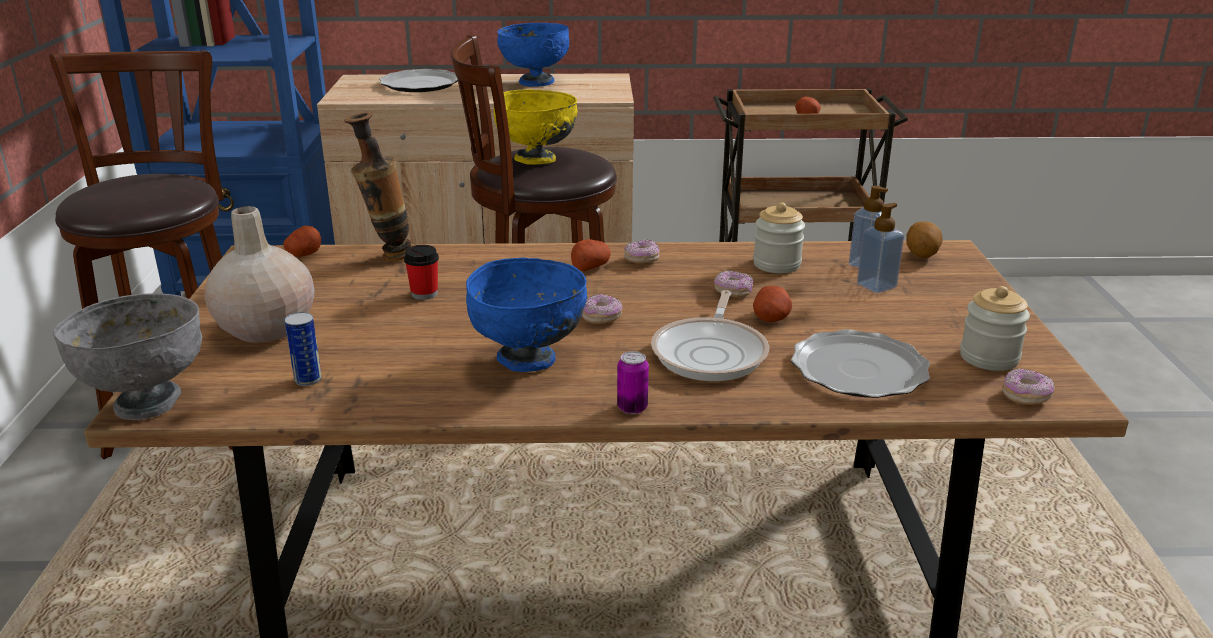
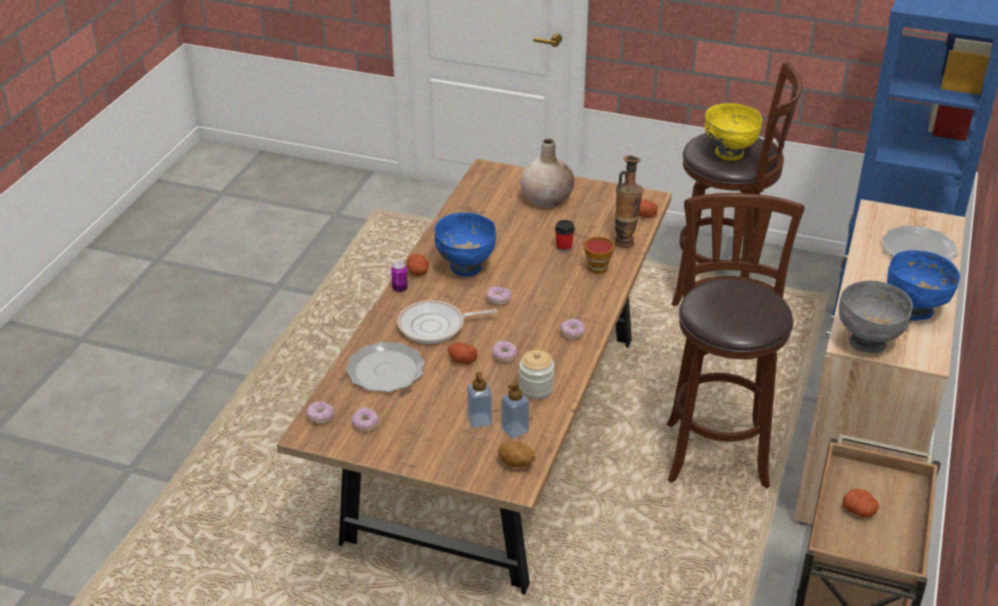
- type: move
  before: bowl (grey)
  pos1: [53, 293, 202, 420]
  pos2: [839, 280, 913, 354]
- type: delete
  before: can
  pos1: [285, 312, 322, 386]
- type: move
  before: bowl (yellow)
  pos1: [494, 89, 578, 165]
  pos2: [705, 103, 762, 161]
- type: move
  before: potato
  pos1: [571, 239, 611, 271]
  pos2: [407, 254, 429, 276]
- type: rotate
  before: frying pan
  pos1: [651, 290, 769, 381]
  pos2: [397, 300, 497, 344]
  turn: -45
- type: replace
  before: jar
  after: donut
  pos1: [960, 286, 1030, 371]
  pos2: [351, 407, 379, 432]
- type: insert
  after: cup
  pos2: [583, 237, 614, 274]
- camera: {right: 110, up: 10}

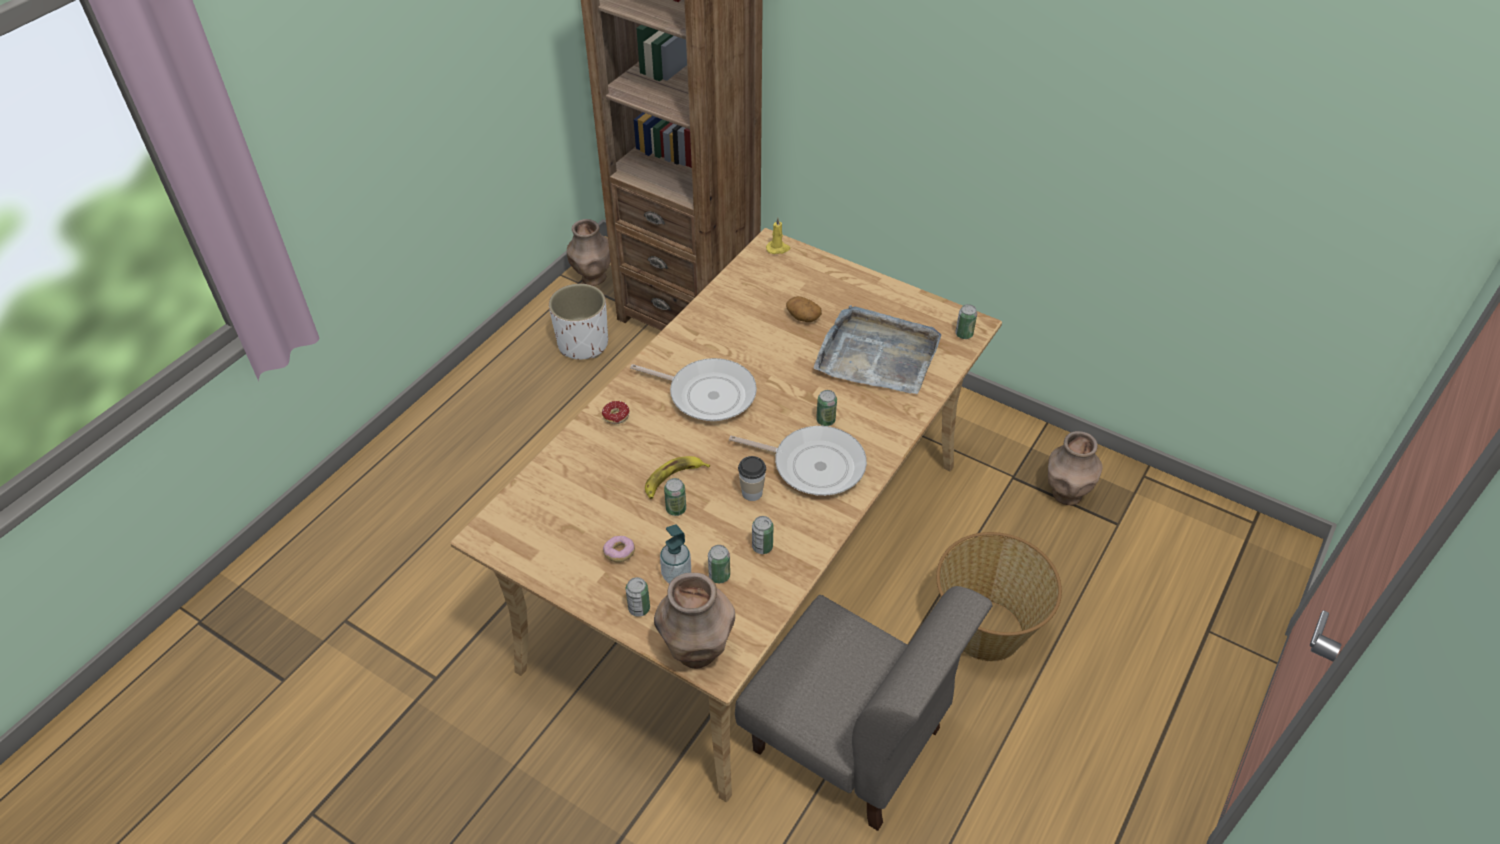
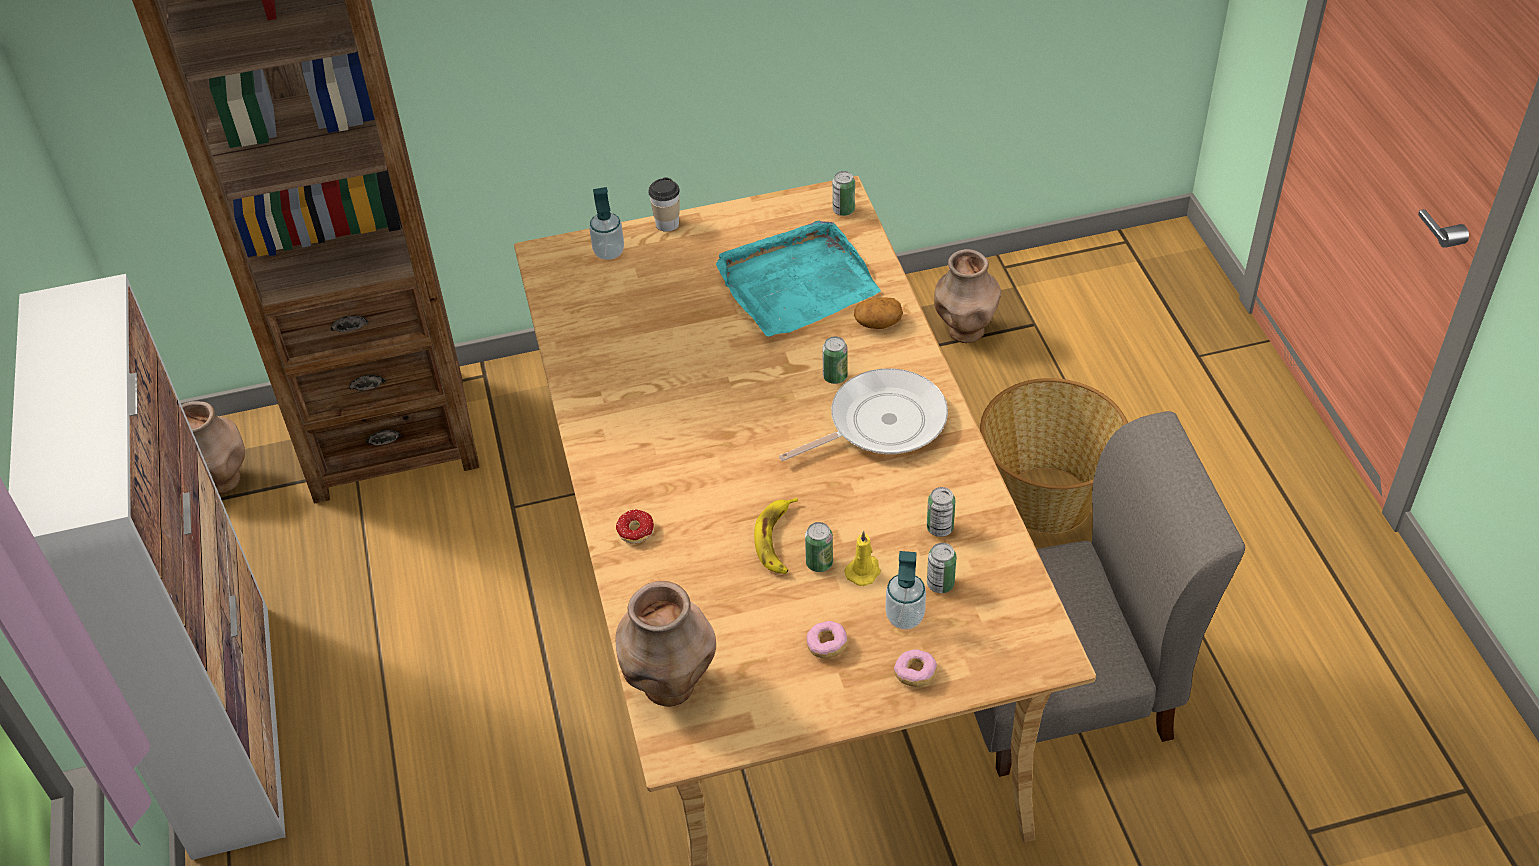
- type: delete
  before: planter (white)
  pos1: [549, 284, 608, 360]
- type: replace
  before: can
  after: donut
  pos1: [626, 577, 650, 617]
  pos2: [894, 650, 937, 687]
- type: delete
  before: frying pan
  pos1: [630, 358, 757, 421]
- type: move
  before: vase (brown)
  pos1: [654, 573, 735, 669]
  pos2: [616, 581, 716, 707]
- type: move
  before: cup
  pos1: [738, 456, 766, 501]
  pos2: [648, 177, 680, 232]
- type: move
  before: candle (yellow)
  pos1: [766, 218, 790, 254]
  pos2: [845, 531, 881, 586]
- type: move
  before: potato
  pos1: [786, 296, 822, 322]
  pos2: [854, 298, 903, 329]
- type: recolor
  before: tray (grey)
  after: tray (turquoise)
  pos1: [814, 305, 941, 394]
  pos2: [716, 221, 881, 337]
- type: insert
  after: cabinet
  pos2: [9, 274, 286, 860]
- type: insert
  after: soap dispenser
  pos2: [589, 187, 624, 260]
- camera: {right: -45, up: 0}

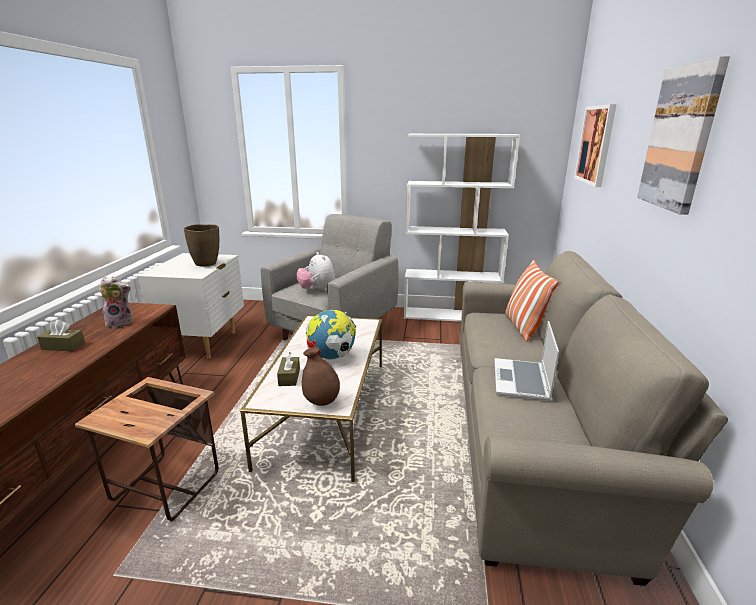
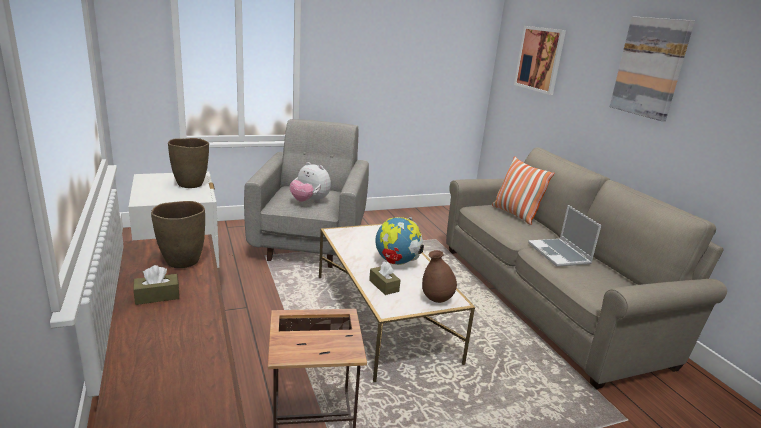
- type: replace
  before: plush toy
  after: vase (brown)
  pos1: [99, 277, 133, 328]
  pos2: [151, 201, 205, 268]
- type: delete
  before: bookcase (white)
  pos1: [404, 134, 520, 322]
- camera: {right: -30, up: 0}

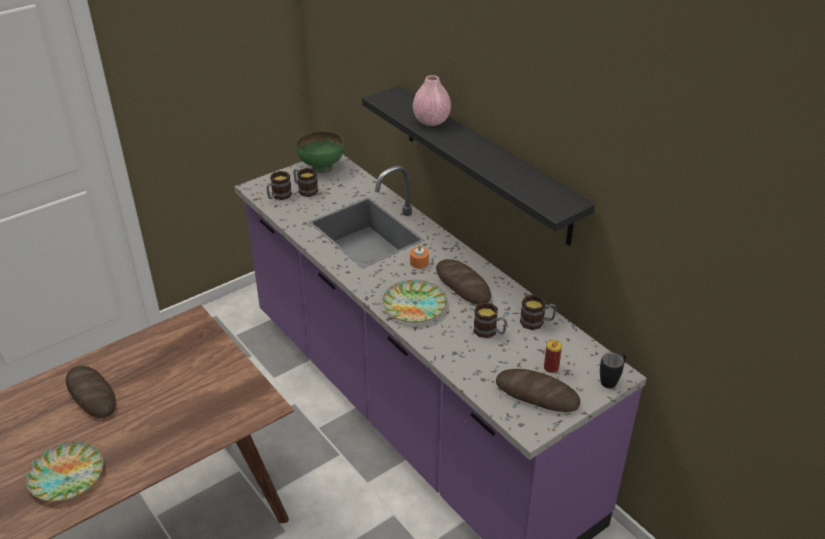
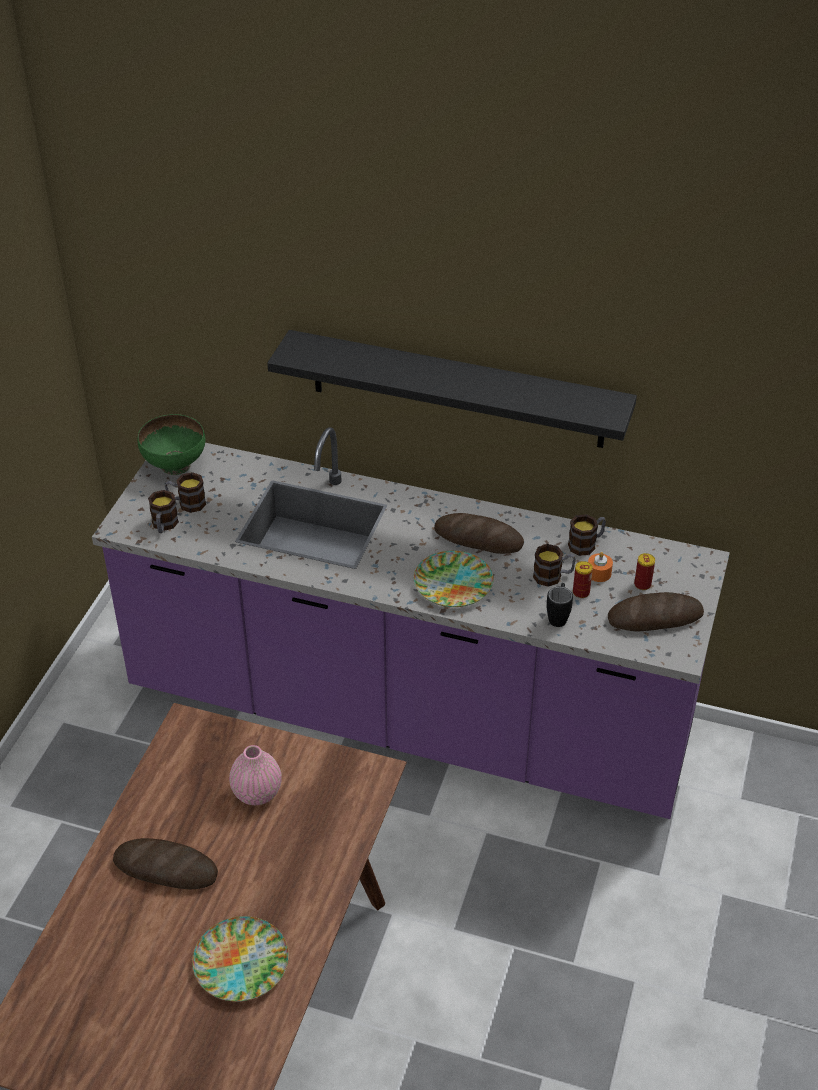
- type: move
  before: candle (orange)
  pos1: [410, 244, 429, 269]
  pos2: [588, 552, 613, 582]
- type: move
  before: vase (pink)
  pos1: [413, 75, 451, 126]
  pos2: [229, 745, 282, 805]
- type: move
  before: mug (black)
  pos1: [600, 353, 626, 389]
  pos2: [546, 583, 573, 627]
- type: insert
  after: can
  pos2: [573, 561, 593, 598]
- camera: {right: -35, up: 5}

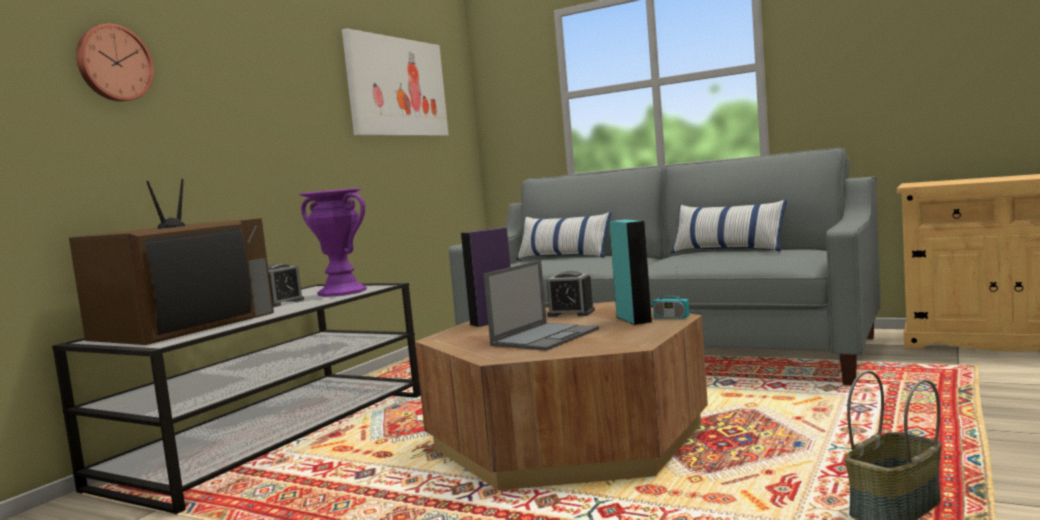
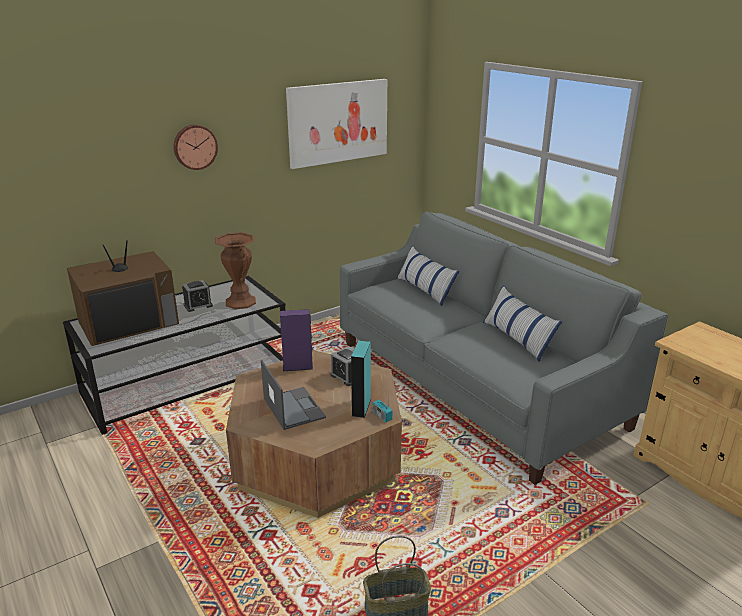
- type: move
  before: wall clock
  pos1: [76, 24, 154, 102]
  pos2: [174, 125, 218, 170]
- type: recolor
  before: vase (purple)
  after: vase (brown)
  pos1: [299, 188, 367, 297]
  pos2: [215, 232, 256, 309]
- type: rotate
  before: laptop
  pos1: [483, 260, 599, 351]
  pos2: [261, 360, 326, 430]
  turn: -90
- camera: {right: 25, up: 20}

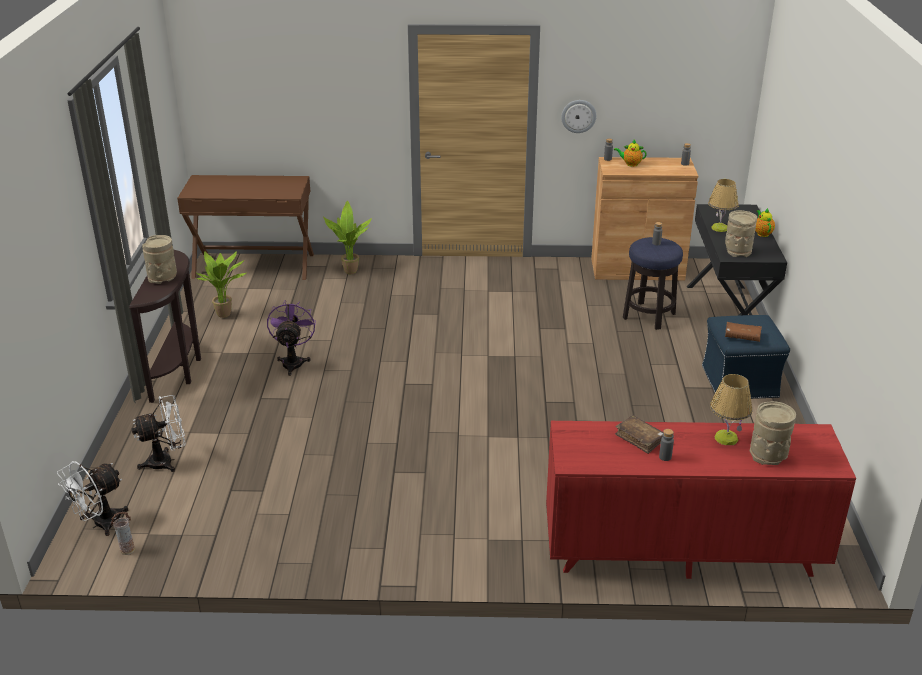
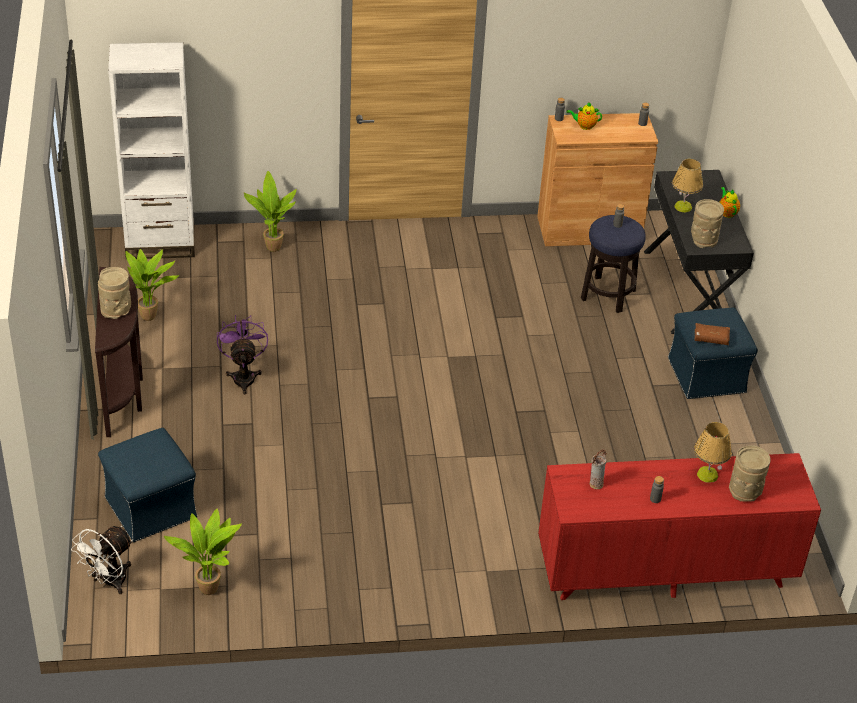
- type: move
  before: vase
  pos1: [111, 512, 135, 555]
  pos2: [590, 449, 607, 489]
- type: replace
  before: fan (white)
  after: ottoman (blue)
  pos1: [131, 395, 186, 472]
  pos2: [98, 428, 197, 542]
- type: replace
  before: desk (brown)
  after: bookcase (white)
  pos1: [177, 175, 314, 280]
  pos2: [108, 42, 195, 260]
- type: delete
  before: wall clock
  pos1: [561, 100, 596, 133]
- type: delete
  before: book (brown)
  pos1: [615, 415, 664, 454]
- type: insert
  after: potted plant
  pos2: [164, 508, 242, 595]
- camera: {right: -10, up: 10}

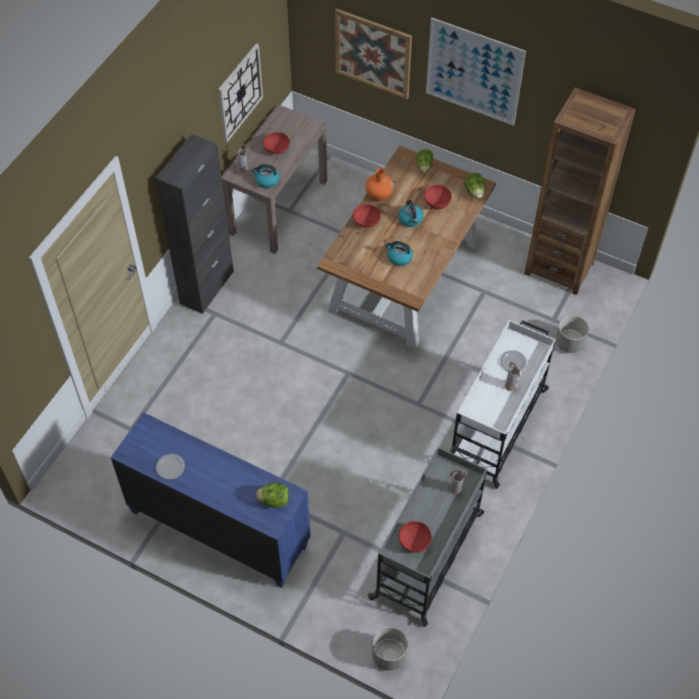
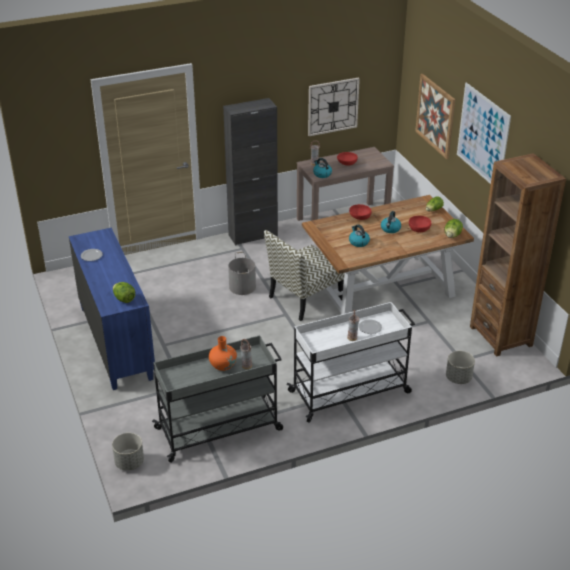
- type: move
  before: vase (orange)
  pos1: [365, 168, 394, 201]
  pos2: [209, 336, 237, 371]
- type: delete
  before: bowl (red)
  pos1: [399, 521, 432, 553]
- type: insert
  after: bucket (grey)
  pos2: [228, 252, 256, 295]
- type: insert
  after: chair
  pos2: [264, 230, 345, 321]
- camera: {right: 40, up: -20}

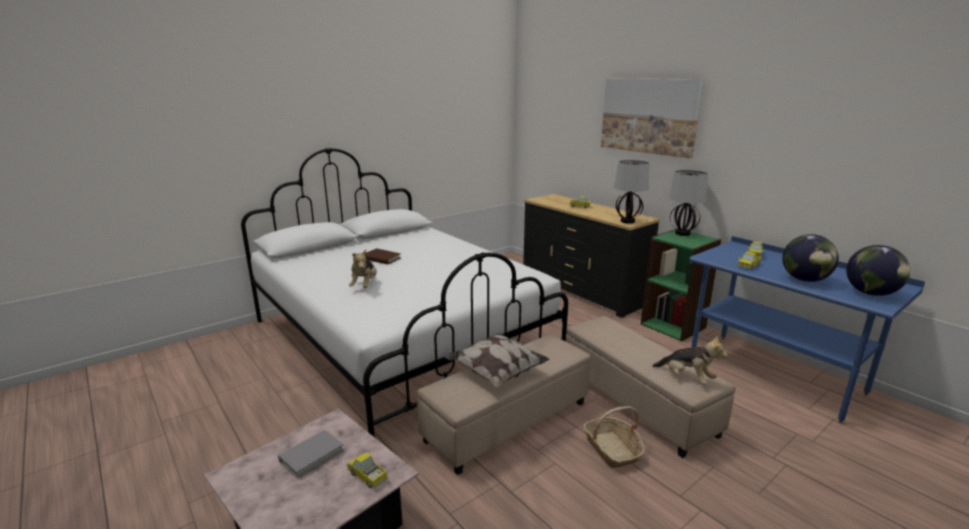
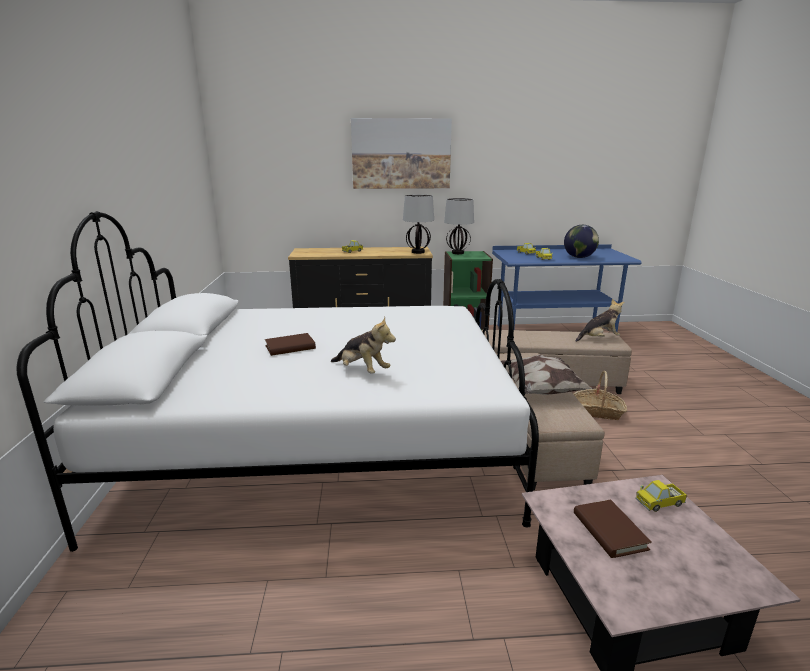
- type: recolor
  before: book (grey)
  after: book (brown)
  pos1: [278, 430, 344, 479]
  pos2: [574, 500, 652, 558]
- type: delete
  before: globe
  pos1: [846, 245, 910, 296]
- camera: {right: -55, up: 0}

